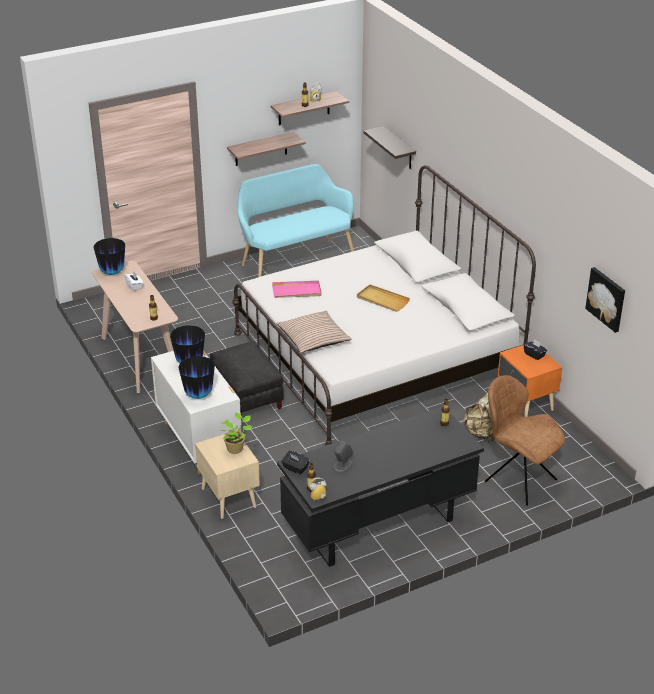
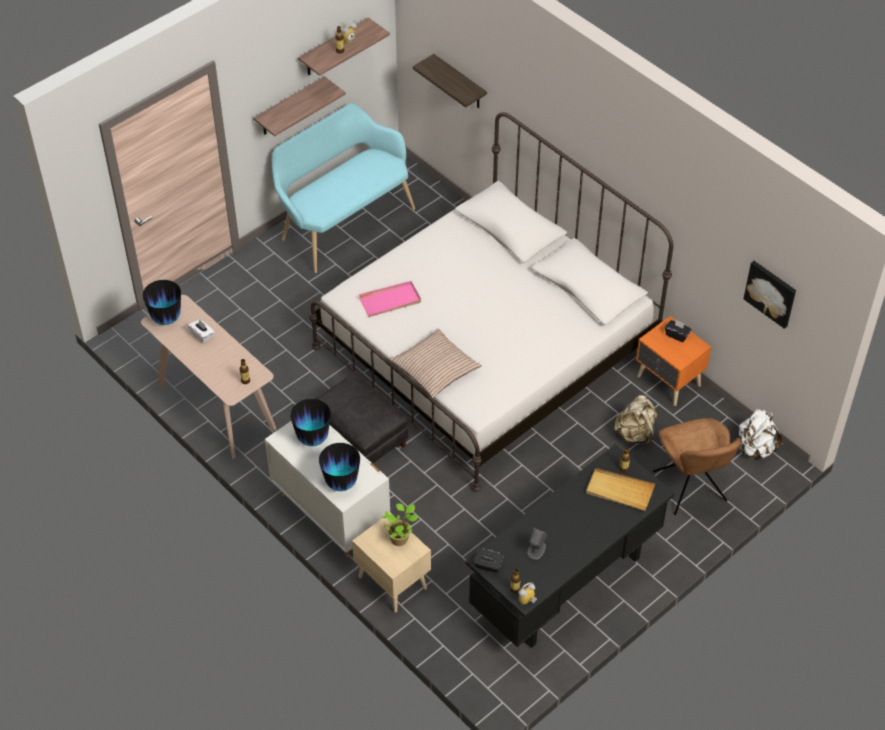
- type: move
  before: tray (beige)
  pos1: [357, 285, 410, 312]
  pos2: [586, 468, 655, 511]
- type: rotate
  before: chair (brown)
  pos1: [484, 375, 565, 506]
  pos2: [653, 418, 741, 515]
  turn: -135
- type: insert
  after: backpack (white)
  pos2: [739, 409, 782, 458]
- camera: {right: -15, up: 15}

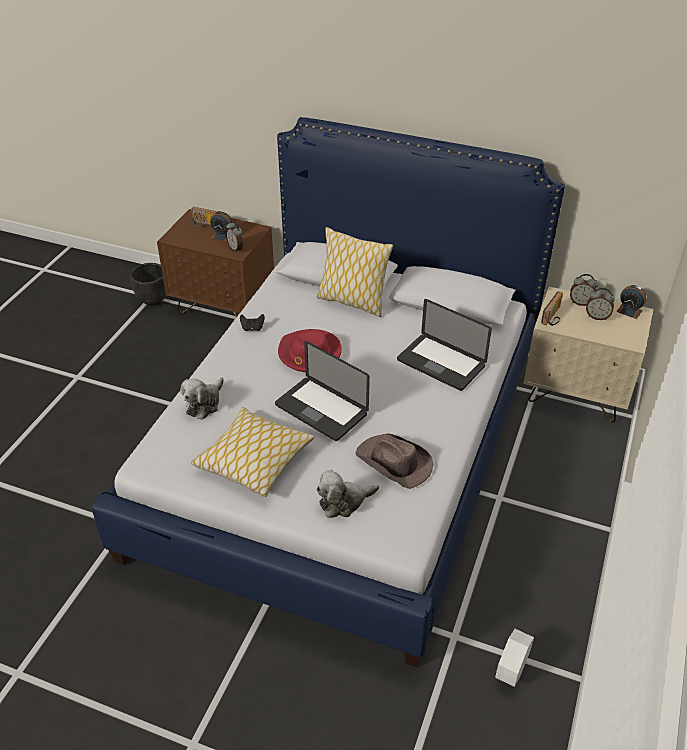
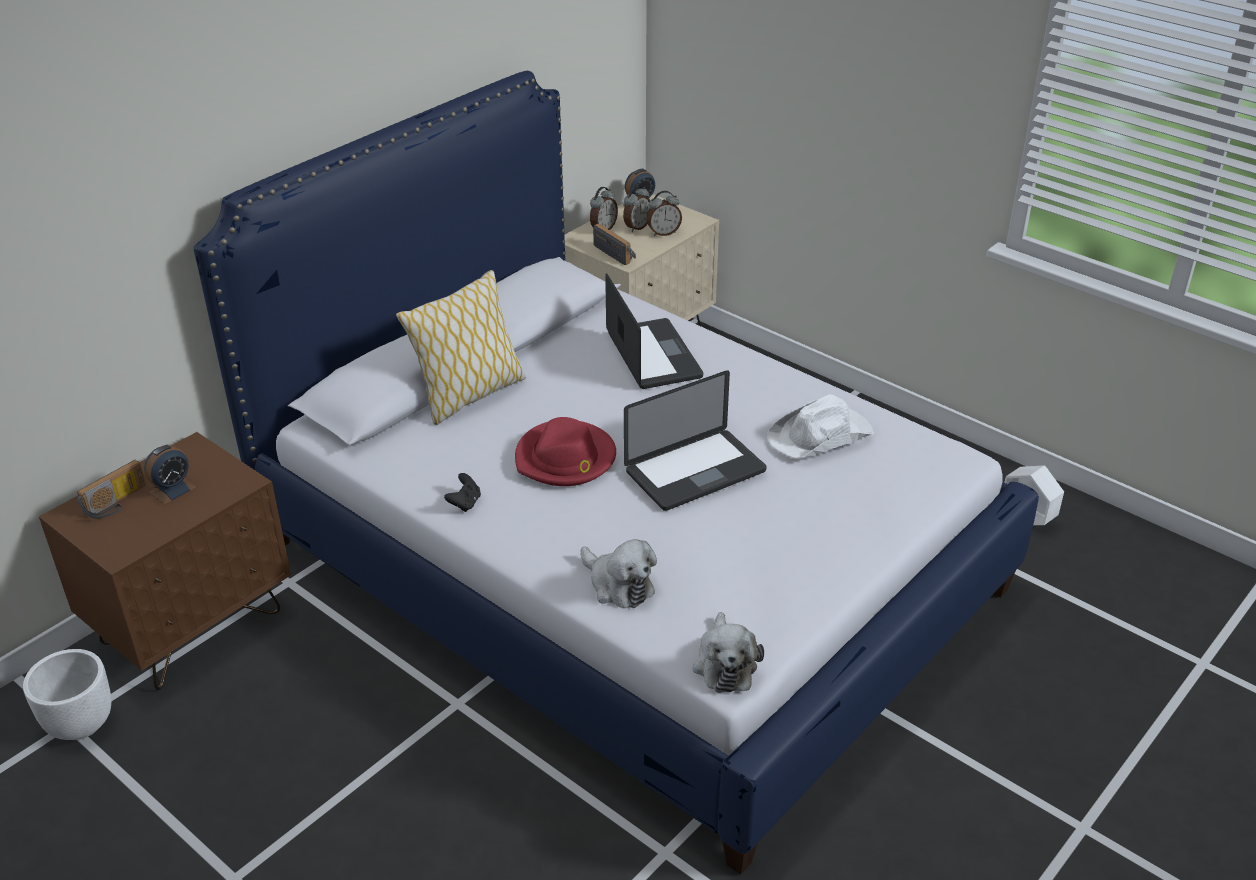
- type: recolor
  before: planter (black)
  after: planter (white)
  pos1: [130, 263, 167, 305]
  pos2: [23, 649, 111, 740]
- type: delete
  before: pillow
  pos1: [191, 407, 314, 497]
- type: move
  before: alarm clock
  pos1: [226, 221, 243, 253]
  pos2: [647, 191, 682, 236]
- type: move
  before: plush toy
  pos1: [316, 470, 379, 518]
  pos2: [693, 612, 764, 693]
- type: recolor
  before: hat (brown)
  after: hat (white)
  pos1: [355, 433, 433, 489]
  pos2: [767, 394, 874, 459]
- type: rotate
  before: laptop
  pos1: [397, 299, 492, 391]
  pos2: [605, 273, 703, 389]
  turn: -75
- camera: {right: -70, up: -5}

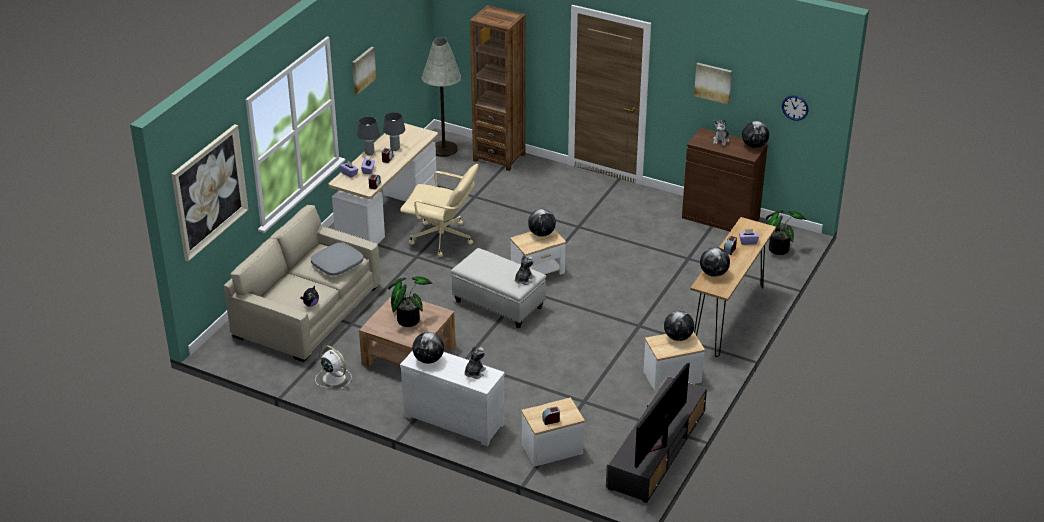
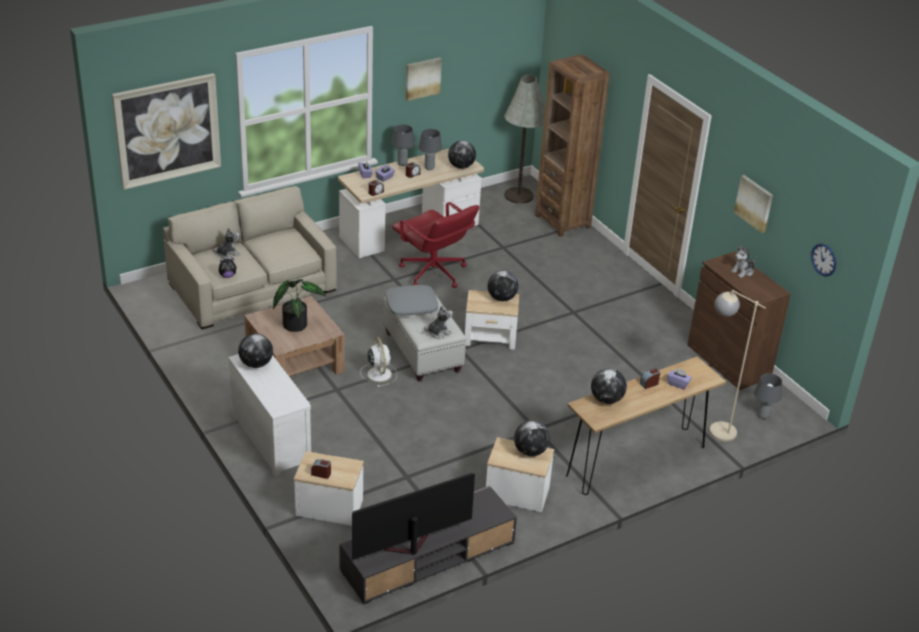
- type: move
  before: pillow (grey)
  pos1: [311, 243, 363, 276]
  pos2: [386, 285, 438, 316]
- type: move
  before: fan (white)
  pos1: [315, 345, 352, 389]
  pos2: [360, 337, 397, 387]
- type: recolor
  before: office chair (beige)
  after: office chair (red)
  pos1: [400, 164, 478, 257]
  pos2: [392, 202, 479, 288]
- type: move
  before: plush toy
  pos1: [464, 346, 486, 379]
  pos2: [213, 228, 240, 259]
- type: move
  before: globe
  pos1: [742, 121, 769, 148]
  pos2: [448, 141, 476, 169]
- type: replace
  before: potted plant
  after: table lamp (grey)
  pos1: [766, 210, 806, 255]
  pos2: [754, 373, 782, 419]
- type: insert
  after: floor lamp (beige)
  pos2: [709, 290, 766, 441]
- camera: {right: 30, up: 0}

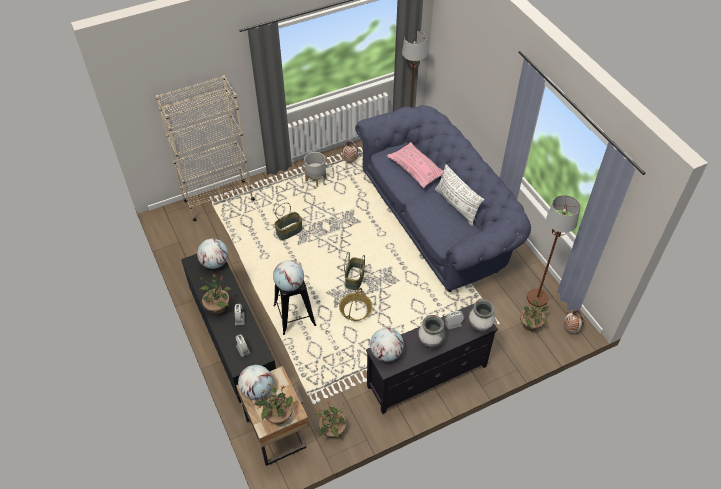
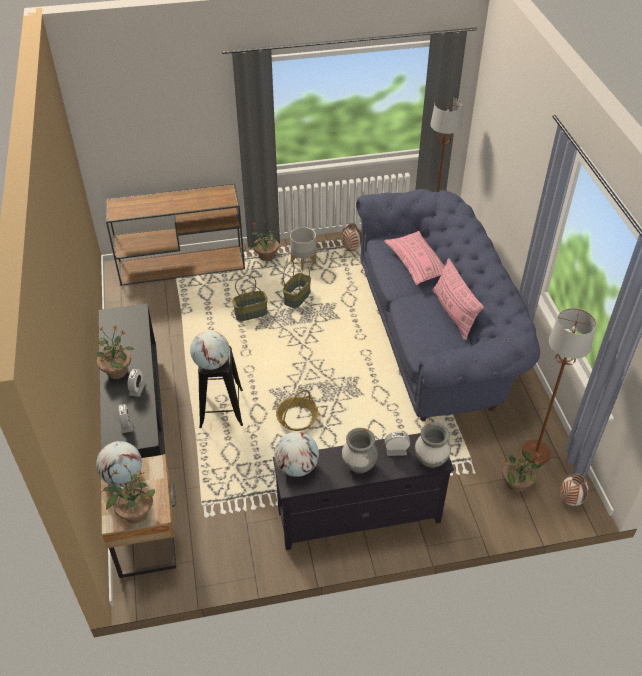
- type: replace
  before: bookcase (beige)
  after: console table (brown)
  pos1: [156, 75, 255, 221]
  pos2: [105, 184, 245, 286]
- type: delete
  before: globe
  pos1: [197, 239, 228, 269]
- type: move
  before: potted plant
  pos1: [316, 401, 346, 438]
  pos2: [250, 219, 281, 261]
- type: move
  before: basket
  pos1: [344, 252, 365, 290]
  pos2: [283, 261, 311, 308]
- type: recolor
  before: pillow (white)
  after: pillow (pink)
  pos1: [435, 164, 484, 226]
  pos2: [432, 258, 484, 340]
- camera: {right: 15, up: -5}

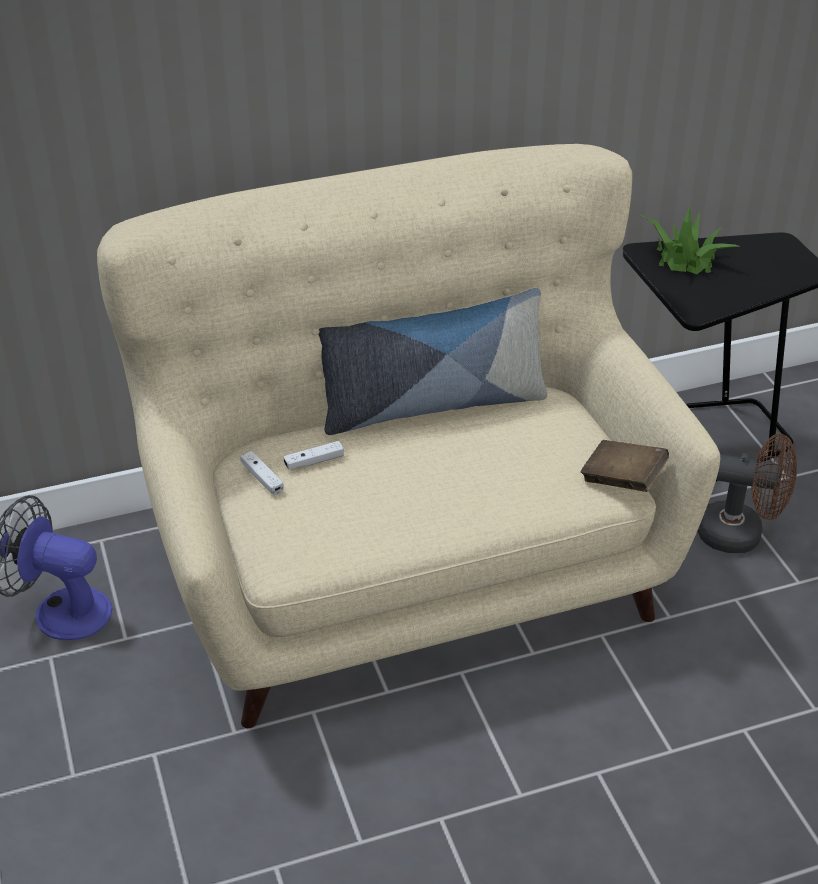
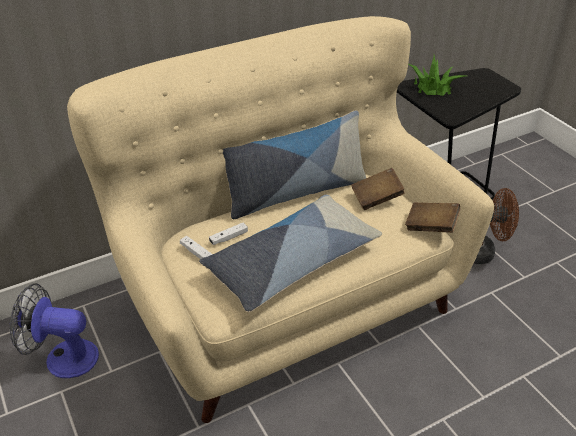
- type: insert
  after: pillow
  pos2: [199, 195, 382, 312]
- type: insert
  after: book (brown)
  pos2: [351, 168, 405, 210]
- camera: {right: -10, up: 0}

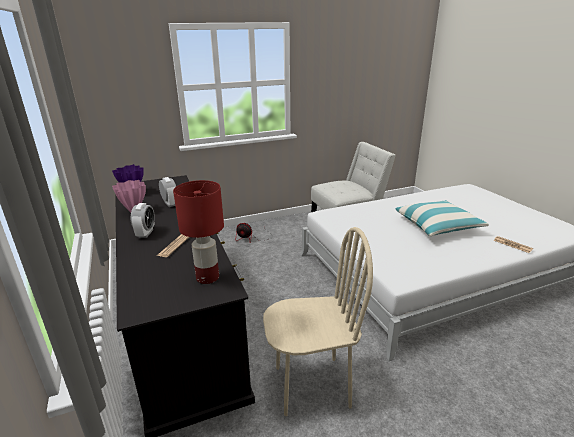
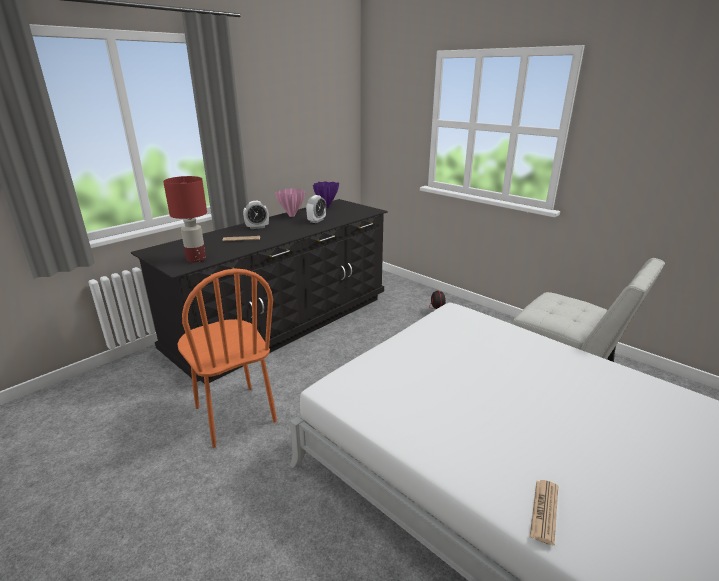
- type: recolor
  before: chair (beige)
  after: chair (orange)
  pos1: [263, 227, 373, 416]
  pos2: [177, 269, 277, 448]
- type: delete
  before: pillow
  pos1: [396, 200, 489, 236]
- camera: {right: 65, up: 0}

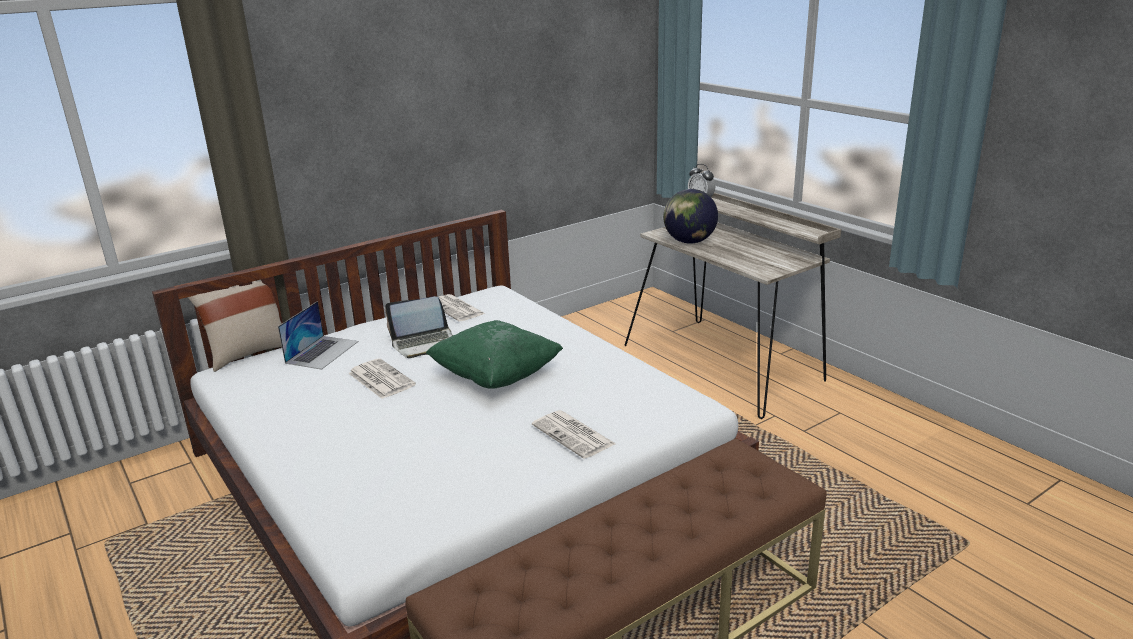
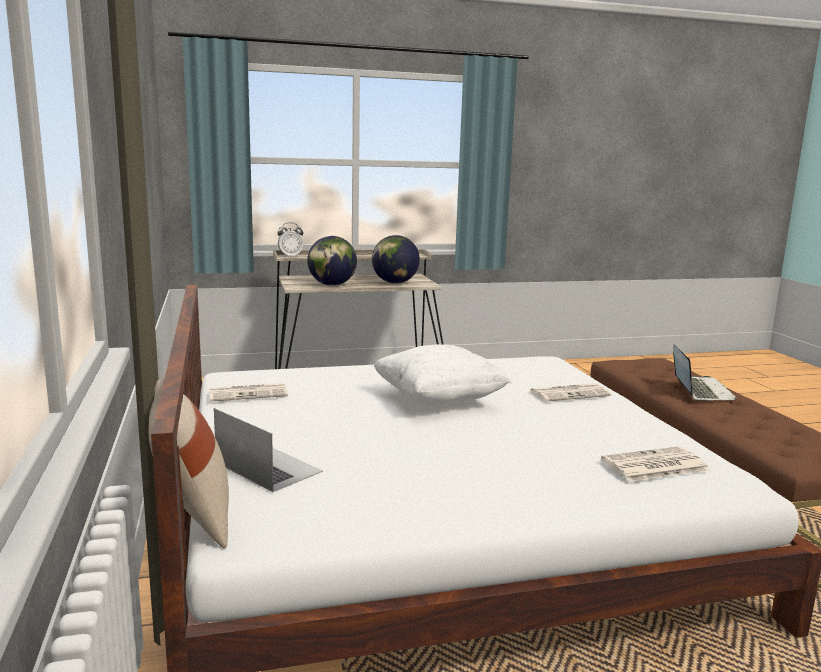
- type: move
  before: newspaper
  pos1: [348, 358, 416, 399]
  pos2: [601, 446, 710, 482]
- type: move
  before: laptop
  pos1: [385, 296, 453, 358]
  pos2: [673, 345, 737, 401]
- type: recolor
  before: pillow (green)
  after: pillow (white)
  pos1: [426, 320, 563, 389]
  pos2: [374, 344, 512, 405]
- type: insert
  after: globe
  pos2: [372, 235, 420, 284]
- camera: {right: -70, up: -10}

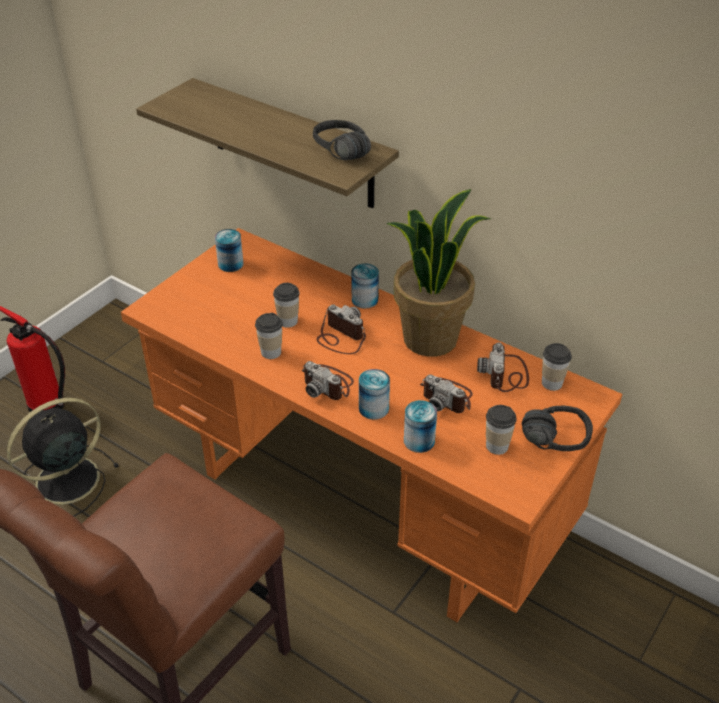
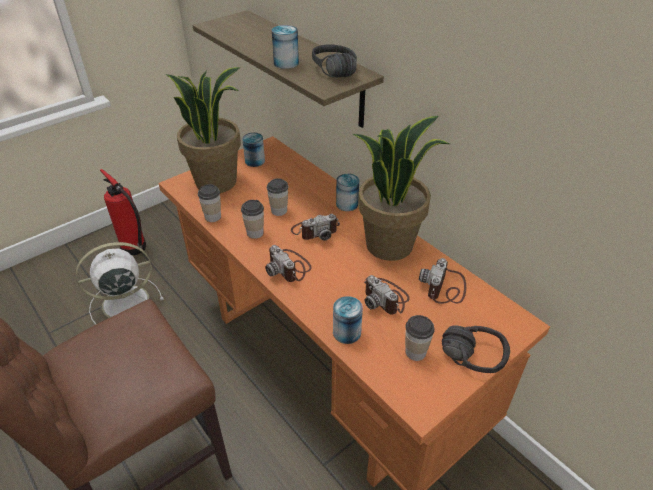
- type: recolor
  before: fan (black)
  after: fan (white)
  pos1: [7, 398, 119, 516]
  pos2: [76, 242, 164, 324]
- type: rotate
  before: photo camera
  pos1: [316, 304, 366, 354]
  pos2: [291, 214, 340, 241]
  turn: 105
- type: move
  before: can
  pos1: [359, 369, 390, 420]
  pos2: [272, 25, 299, 69]
- type: move
  before: cup
  pos1: [542, 343, 572, 391]
  pos2: [198, 184, 221, 222]
- type: insert
  after: potted plant
  pos2: [166, 67, 241, 193]
- camera: {right: 15, up: 0}

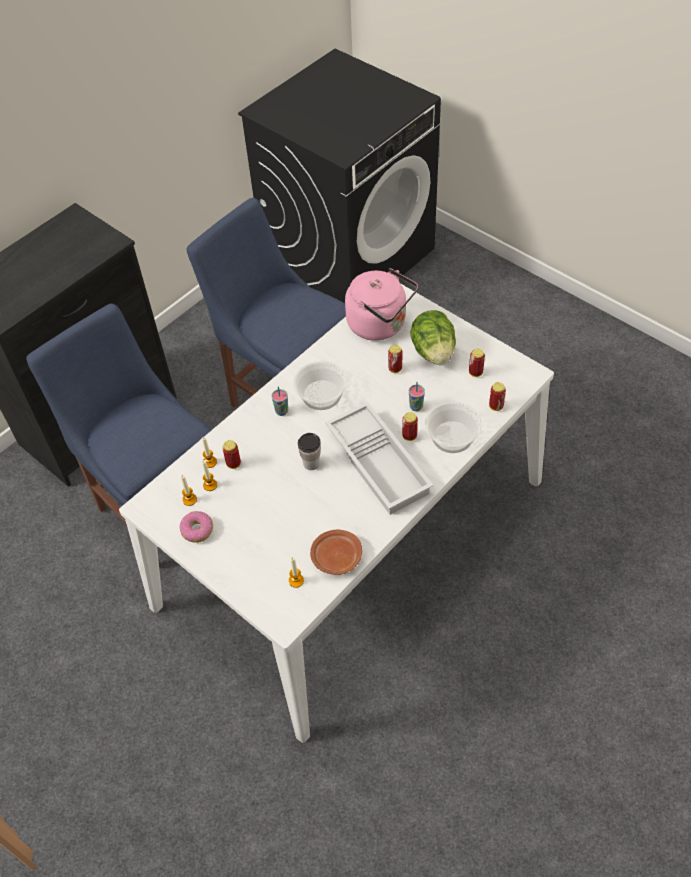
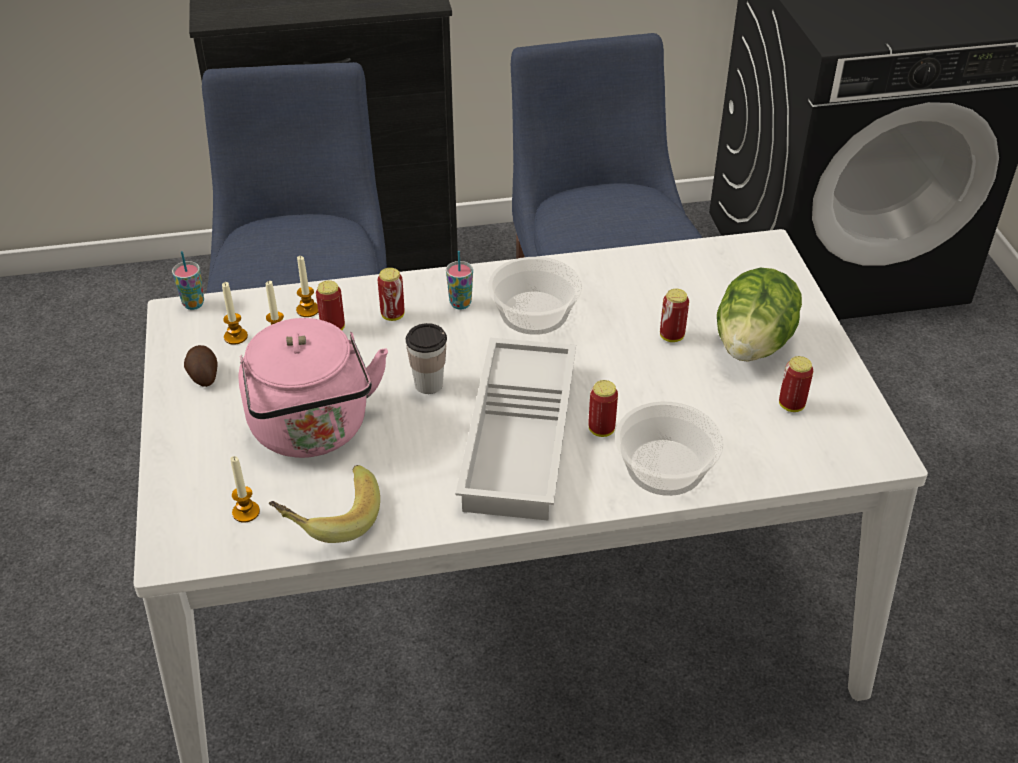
- type: replace
  before: donut
  after: potato
  pos1: [180, 511, 213, 543]
  pos2: [184, 345, 217, 387]
- type: replace
  before: plate (brown)
  after: banana
  pos1: [310, 530, 362, 575]
  pos2: [269, 465, 380, 543]
- type: move
  before: kettle (pink)
  pos1: [345, 268, 418, 341]
  pos2: [238, 318, 388, 458]
- type: move
  before: cup
  pos1: [409, 382, 425, 411]
  pos2: [172, 251, 204, 310]
- type: move
  before: can
  pos1: [489, 382, 506, 411]
  pos2: [378, 268, 404, 321]
- camera: {right: 35, up: -10}

